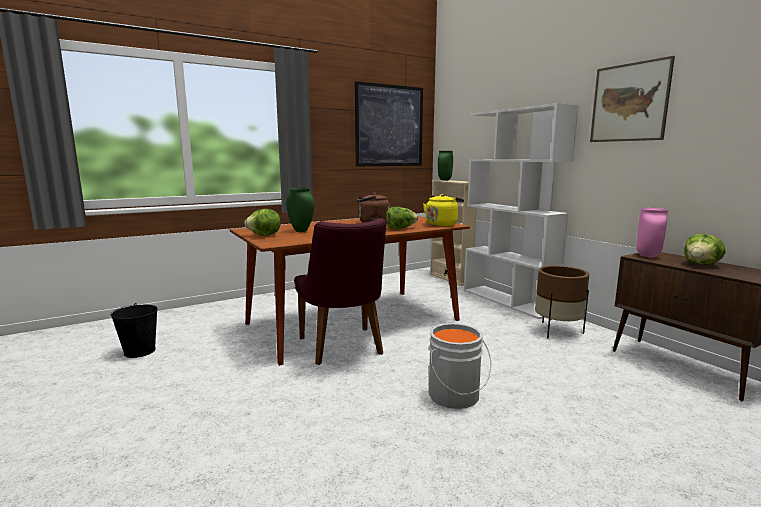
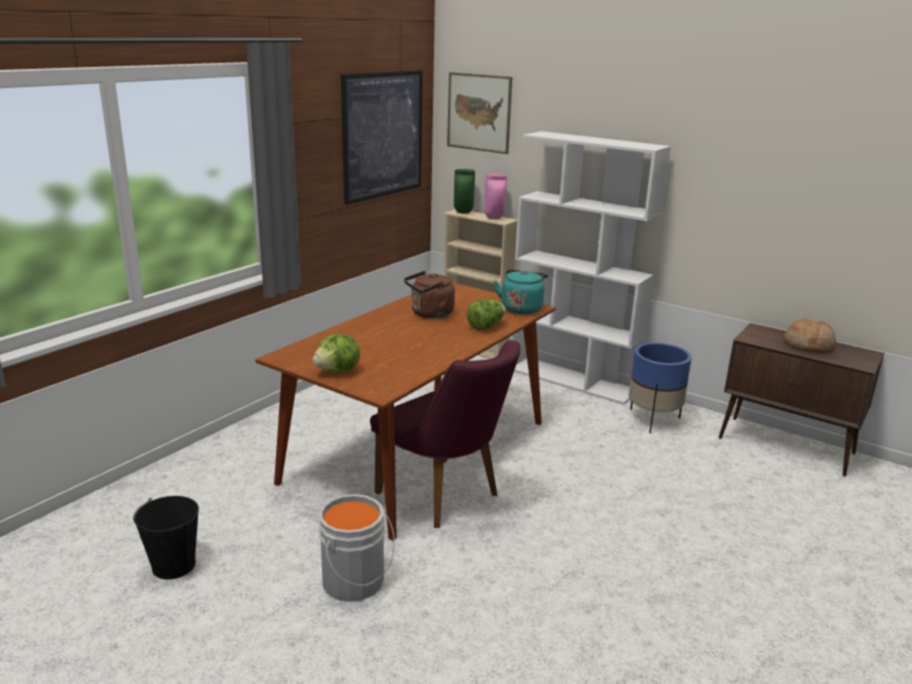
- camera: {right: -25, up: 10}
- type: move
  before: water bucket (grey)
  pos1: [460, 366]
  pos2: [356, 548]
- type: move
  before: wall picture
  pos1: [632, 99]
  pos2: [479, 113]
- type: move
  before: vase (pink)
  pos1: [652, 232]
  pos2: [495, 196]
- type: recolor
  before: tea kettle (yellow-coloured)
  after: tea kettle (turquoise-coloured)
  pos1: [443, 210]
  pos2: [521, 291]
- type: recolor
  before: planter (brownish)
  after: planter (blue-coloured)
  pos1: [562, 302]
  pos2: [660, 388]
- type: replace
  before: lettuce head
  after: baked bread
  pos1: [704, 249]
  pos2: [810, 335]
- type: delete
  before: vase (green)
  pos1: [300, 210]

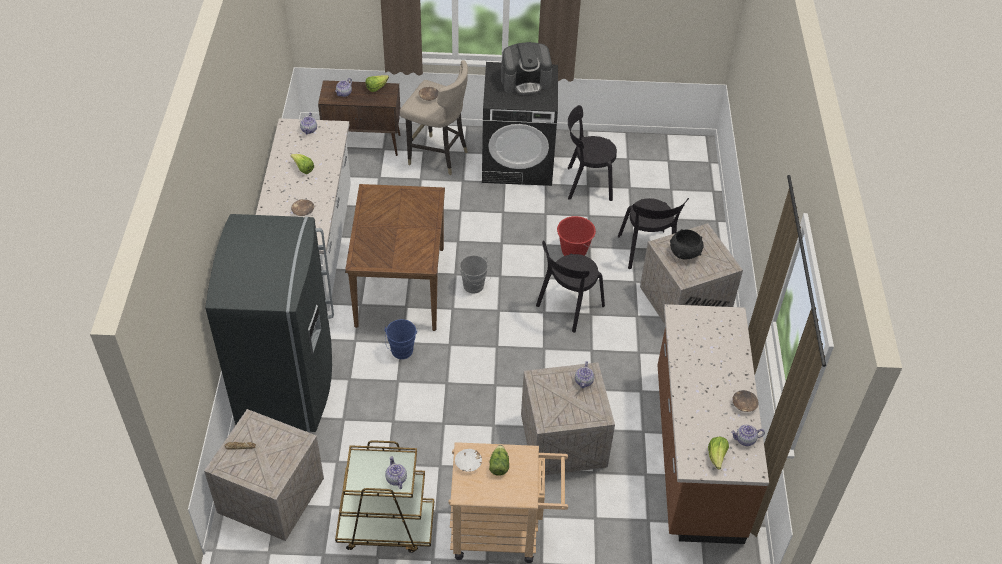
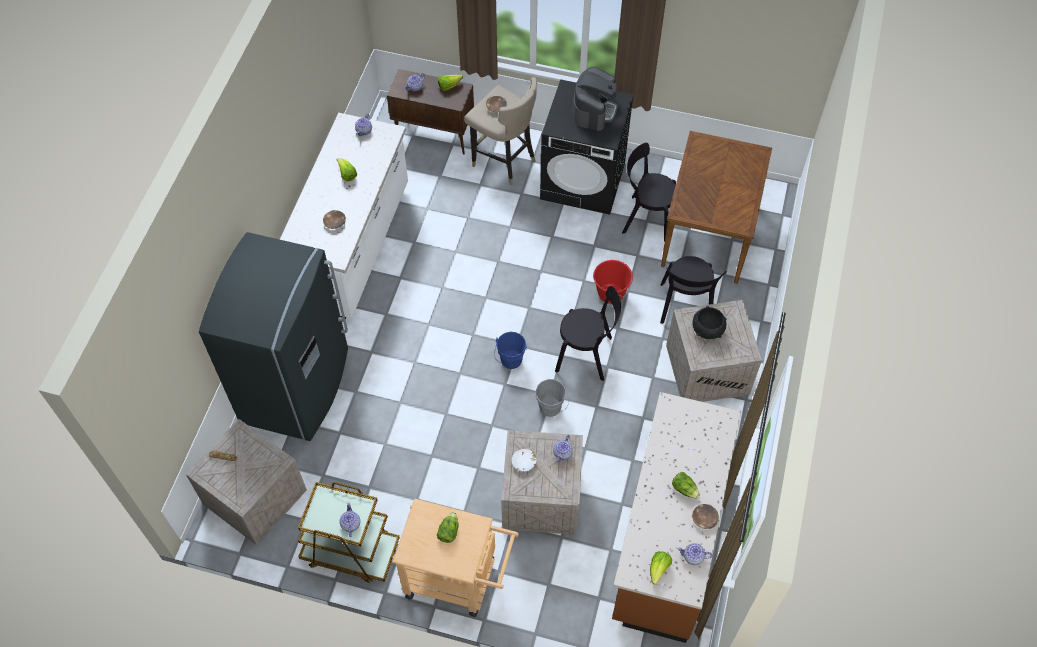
- camera: {right: 15, up: 10}
- type: move
  before: water bucket (blue-coloured)
  pos1: [401, 339]
  pos2: [510, 350]
- type: move
  before: serving bowl (white-coloured)
  pos1: [468, 460]
  pos2: [524, 460]
- type: move
  before: water bucket (grey)
  pos1: [475, 274]
  pos2: [552, 398]
- type: rotate
  before: plain chair (black)
  pos1: [570, 286]
  pos2: [588, 333]
  turn: -135
- type: rotate
  before: coffee machine
  pos1: [526, 68]
  pos2: [595, 99]
  turn: -75
- type: move
  before: dining table (brownish)
  pos1: [395, 257]
  pos2: [716, 207]
- type: insert
  after: lettuce head
  pos2: [686, 485]

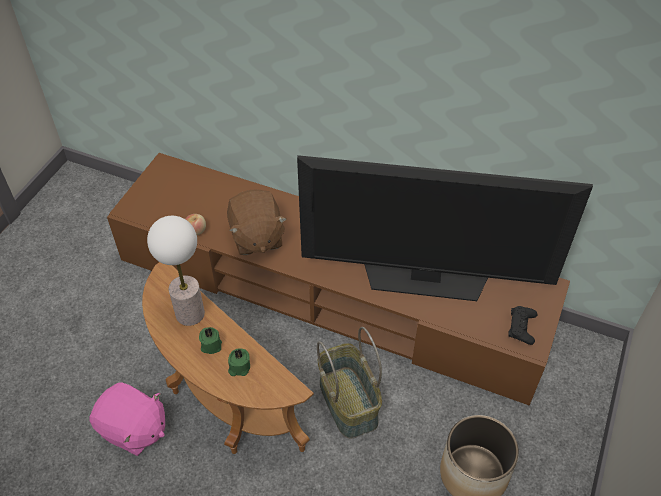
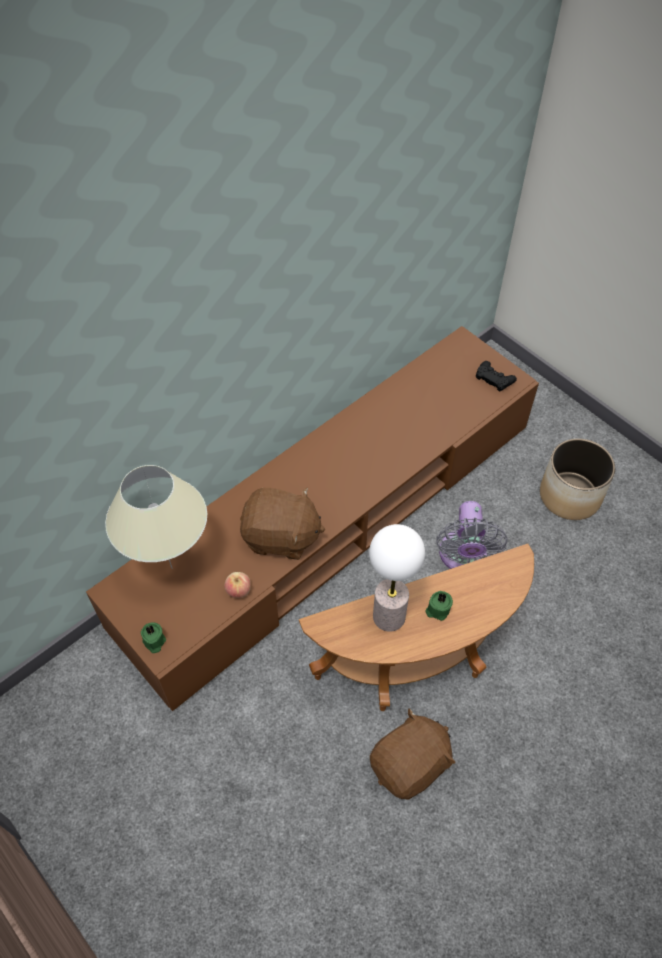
- camera: {right: -65, up: 5}
- type: insert
  after: tabletop lamp (sand-coloured)
  pos2: [156, 517]
- type: move
  before: wax candle (green)
  pos1: [239, 362]
  pos2: [153, 638]
- type: recolor
  before: cuddly toy (pink)
  after: cuddly toy (brownish)
  pos1: [127, 419]
  pos2: [413, 754]
- type: replace
  before: basket
  after: cooling fan (grey)
  pos1: [349, 383]
  pos2: [472, 535]
- type: delete
  before: television
  pos1: [445, 228]

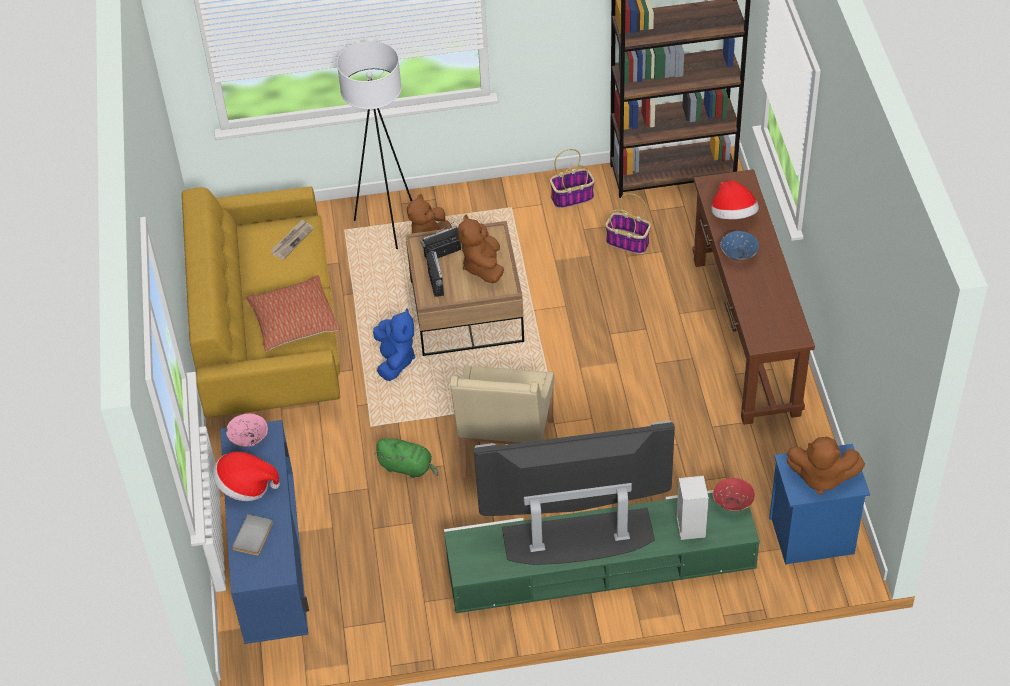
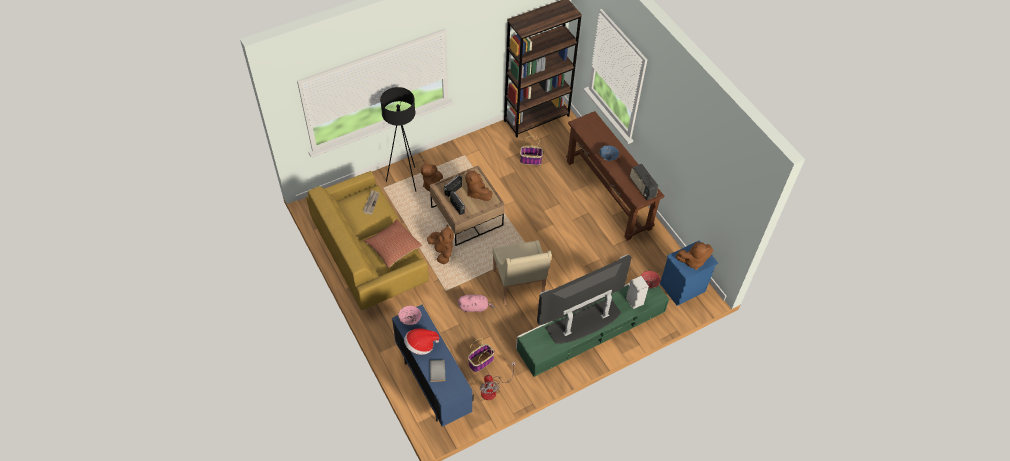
- camera: {right: -25, up: 5}
- type: recolor
  before: standing lamp (white-coloured)
  after: standing lamp (black)
  pos1: [374, 145]
  pos2: [398, 139]
- type: recolor
  before: cuddly toy (blue-coloured)
  after: cuddly toy (brownish)
  pos1: [394, 345]
  pos2: [440, 244]
- type: recolor
  before: cuddly toy (green)
  after: cuddly toy (pink)
  pos1: [406, 458]
  pos2: [476, 304]
- type: move
  before: basket
  pos1: [572, 179]
  pos2: [481, 355]
- type: insert
  after: cooling fan
  pos2: [498, 381]
- type: insert
  after: radio receiver
  pos2: [644, 182]
- type: delete
  before: clothing hat
  pos1: [735, 199]

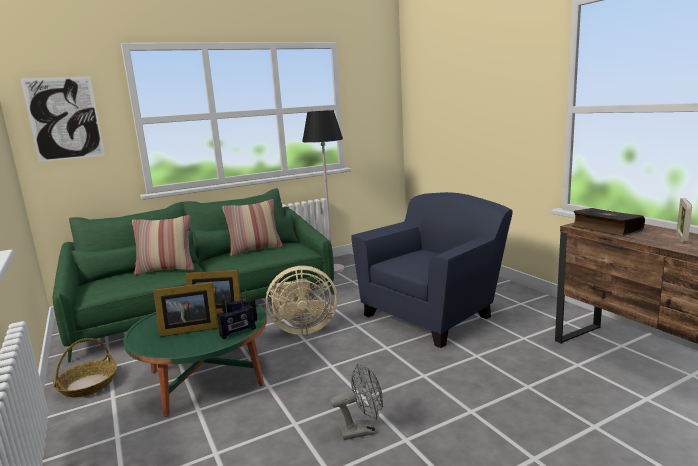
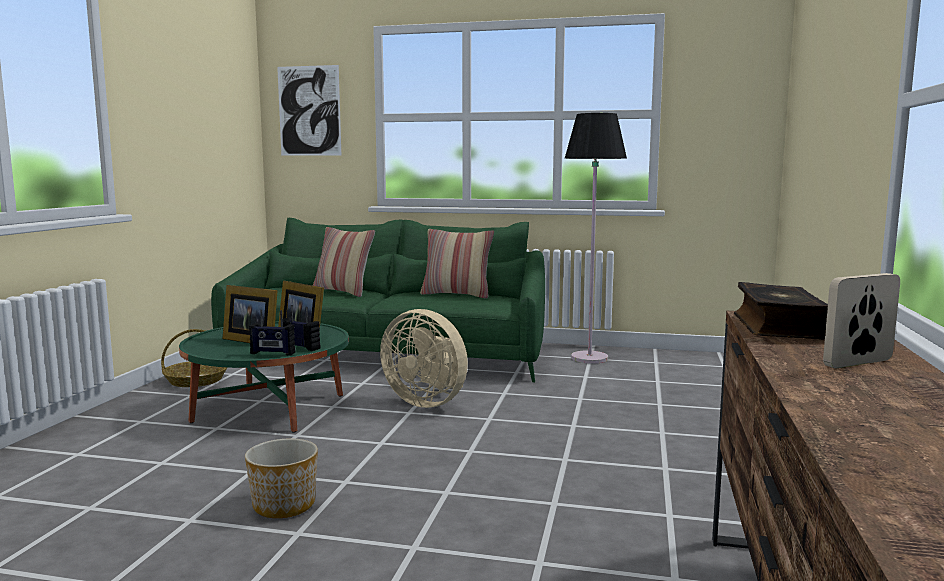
- camera: {right: 40, up: -5}
- type: replace
  before: cooling fan (grey)
  after: planter
  pos1: [357, 401]
  pos2: [281, 478]
- type: delete
  before: easy chair (blue-coloured)
  pos1: [431, 270]

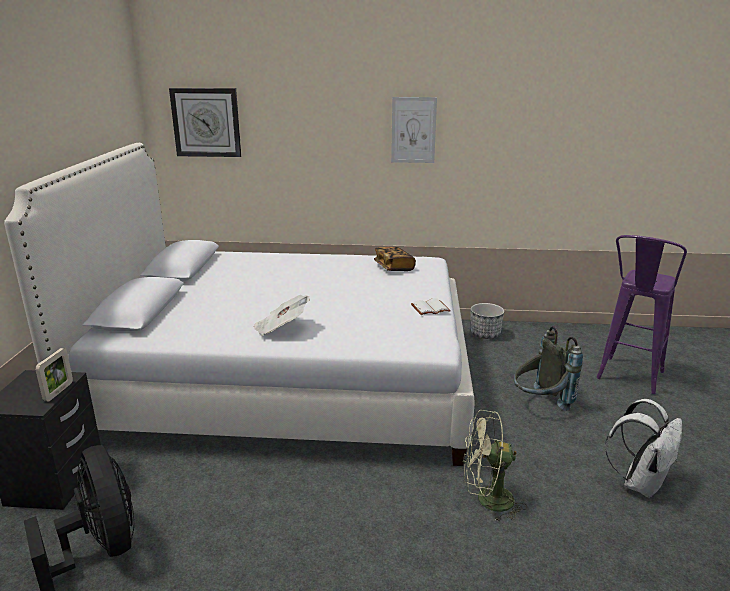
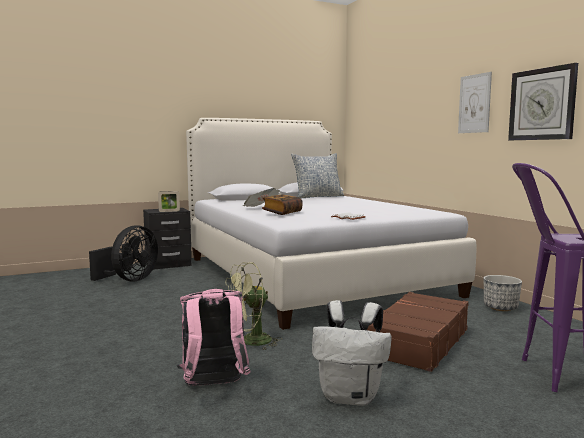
- camera: {right: 60, up: -15}
- type: insert
  after: knapsack (pink)
  pos2: [214, 337]
- type: rotate
  before: cooling fan (green)
  pos1: [495, 466]
  pos2: [254, 306]
  turn: -90
- type: move
  before: bound book
  pos1: [395, 259]
  pos2: [282, 205]
- type: insert
  after: pillow
  pos2: [317, 176]
- type: replace
  before: knapsack (grey)
  after: piece of luggage (brownish)
  pos1: [548, 368]
  pos2: [418, 332]
- type: move
  before: hanging clock
  pos1: [205, 122]
  pos2: [543, 101]

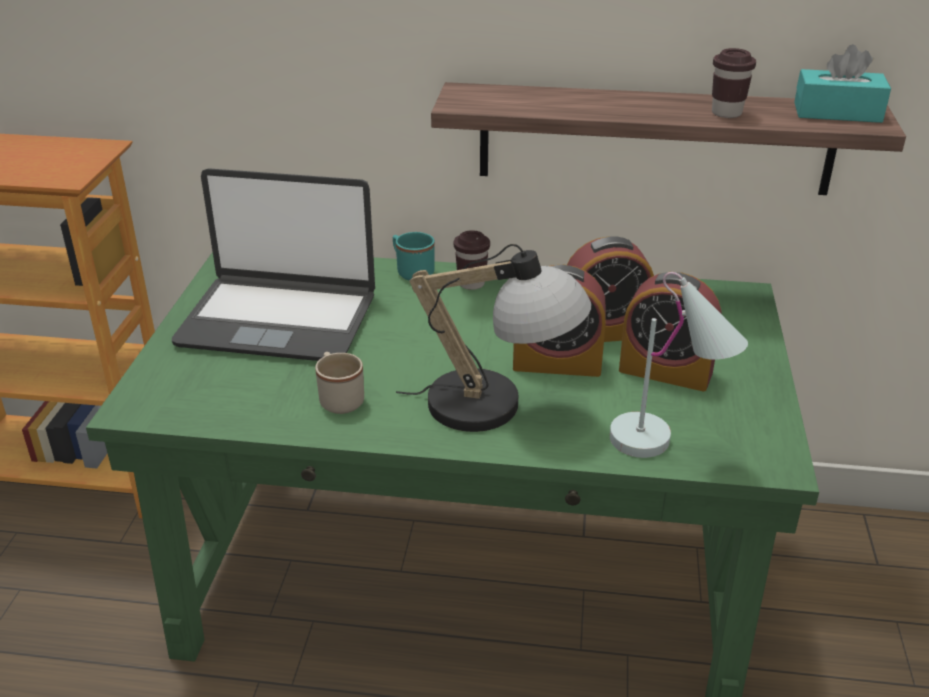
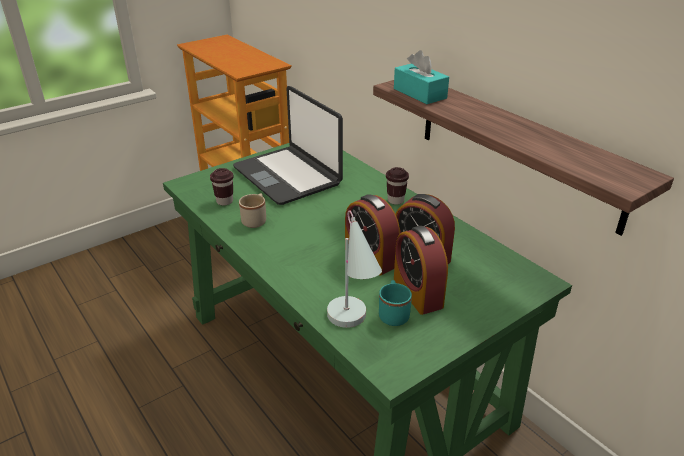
- camera: {right: 45, up: 0}
- type: move
  before: small cup (brownish)
  pos1: [734, 83]
  pos2: [222, 187]
- type: move
  before: tea mug (turquoise-coloured)
  pos1: [414, 256]
  pos2: [395, 303]
- type: move
  before: box of tissues (turquoise-coloured)
  pos1: [842, 83]
  pos2: [421, 77]
- type: delete
  before: tabletop lamp
  pos1: [493, 338]

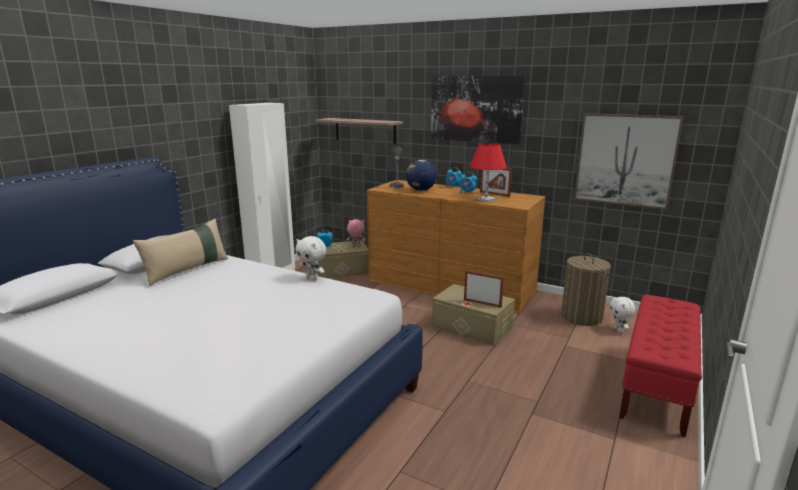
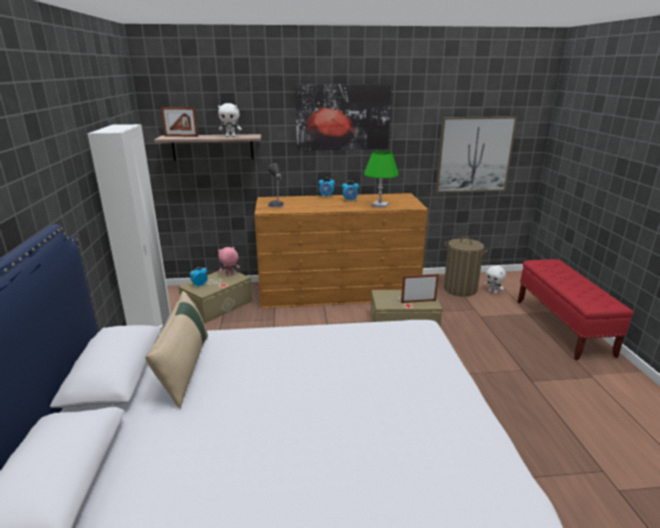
- camera: {right: -35, up: 5}
- type: move
  before: photo frame
  pos1: [496, 182]
  pos2: [179, 122]
- type: move
  before: cuddly toy (white-coloured)
  pos1: [310, 258]
  pos2: [230, 120]
- type: recolor
  before: tabletop lamp (reddish)
  after: tabletop lamp (green)
  pos1: [488, 172]
  pos2: [381, 179]
- type: delete
  before: world globe
  pos1: [421, 175]

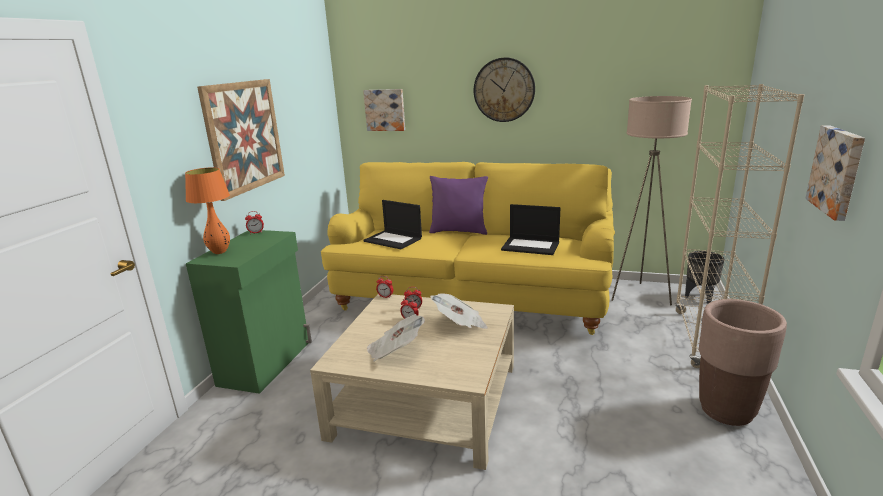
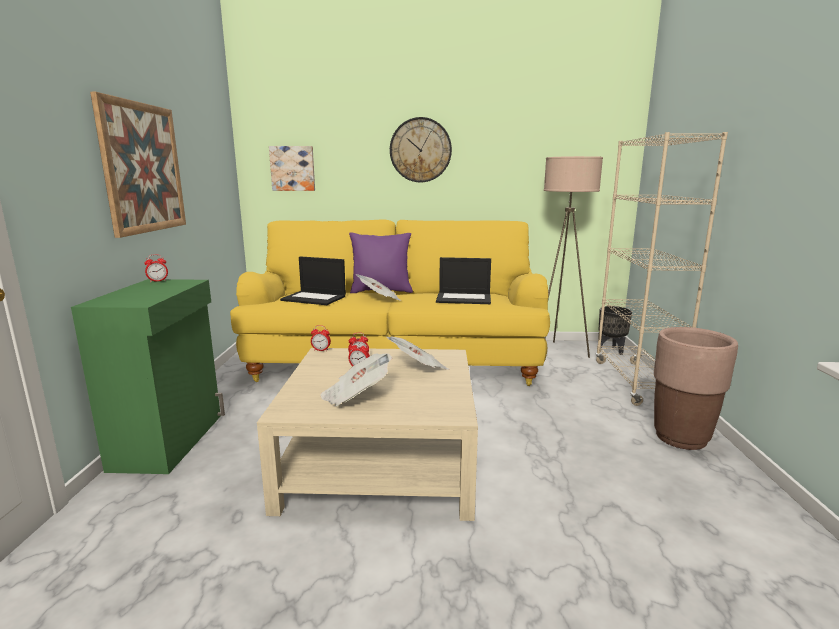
- camera: {right: -15, up: -5}
- type: insert
  after: printed paper
  pos2: [378, 287]
- type: delete
  before: tabletop lamp (orange-coloured)
  pos1: [207, 210]
- type: delete
  before: wall picture
  pos1: [835, 173]

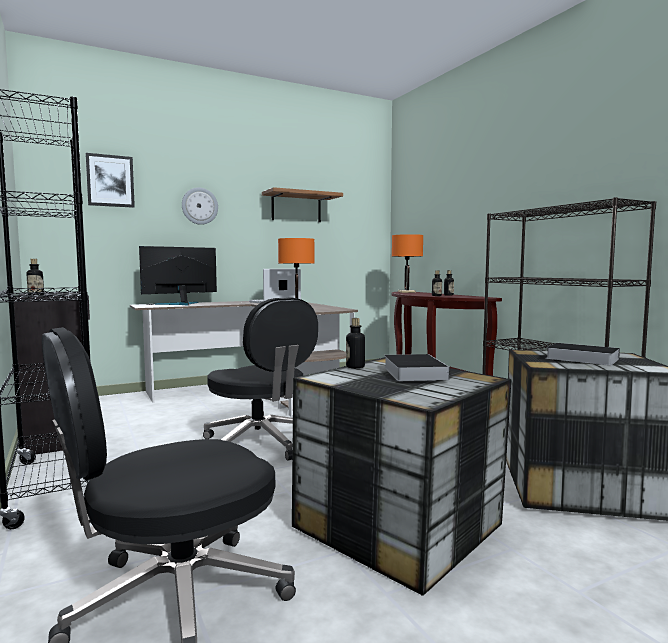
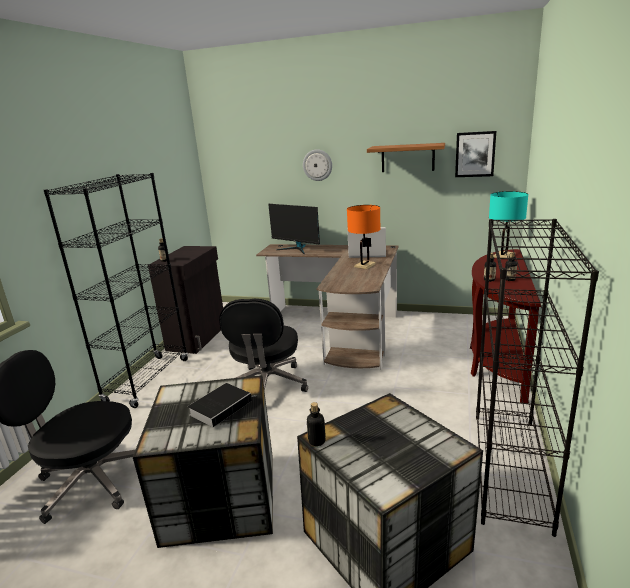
- camera: {right: 45, up: 15}
- type: rotate
  before: monitor
  pos1: [178, 276]
  pos2: [294, 229]
  turn: -150
- type: move
  before: bottle
  pos1: [355, 343]
  pos2: [316, 424]
- type: move
  before: wall picture
  pos1: [110, 180]
  pos2: [475, 154]
- type: recolor
  before: tabletop lamp (orange-coloured)
  after: tabletop lamp (turquoise-coloured)
  pos1: [407, 263]
  pos2: [508, 224]
- type: delete
  before: bound book
  pos1: [582, 354]

